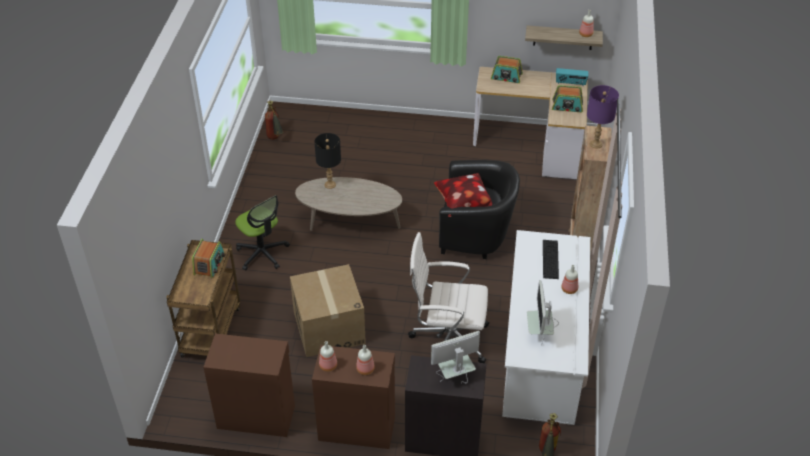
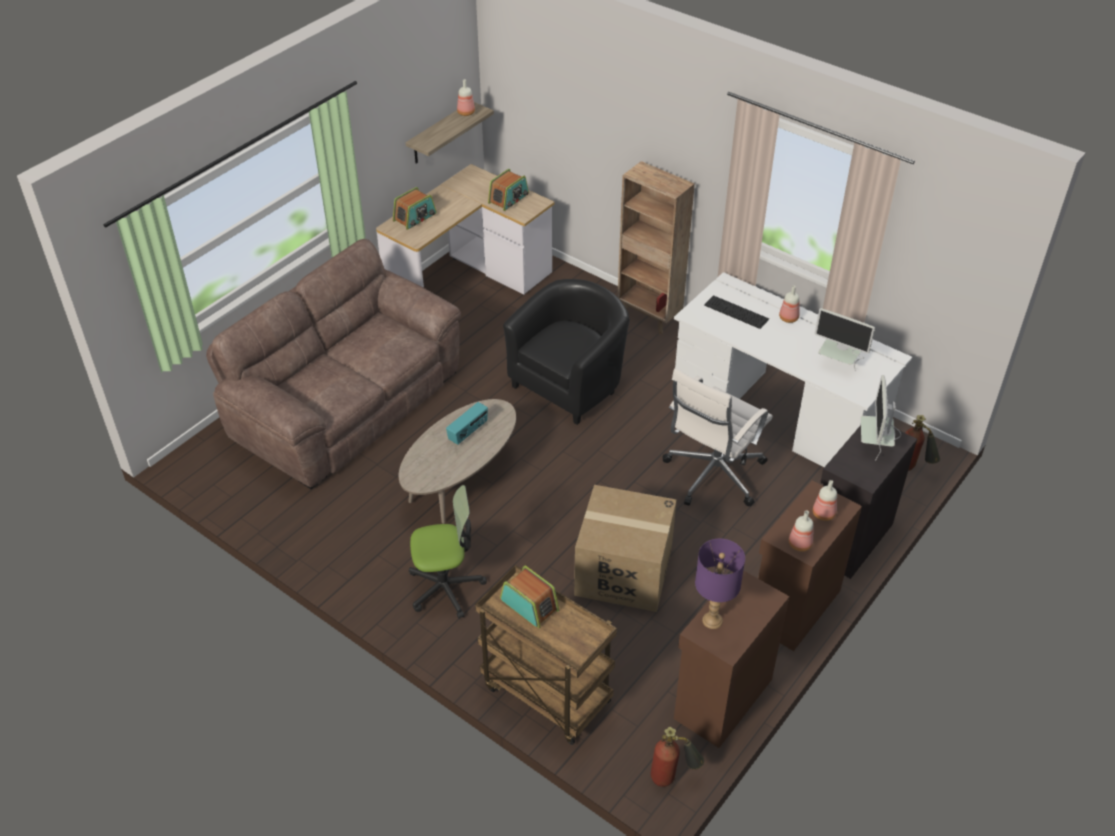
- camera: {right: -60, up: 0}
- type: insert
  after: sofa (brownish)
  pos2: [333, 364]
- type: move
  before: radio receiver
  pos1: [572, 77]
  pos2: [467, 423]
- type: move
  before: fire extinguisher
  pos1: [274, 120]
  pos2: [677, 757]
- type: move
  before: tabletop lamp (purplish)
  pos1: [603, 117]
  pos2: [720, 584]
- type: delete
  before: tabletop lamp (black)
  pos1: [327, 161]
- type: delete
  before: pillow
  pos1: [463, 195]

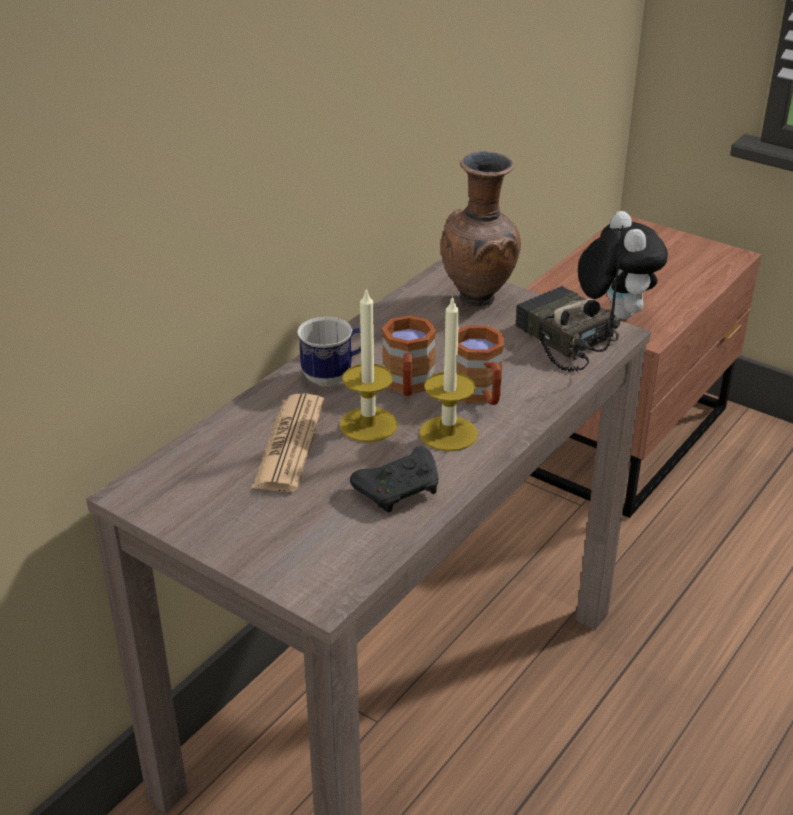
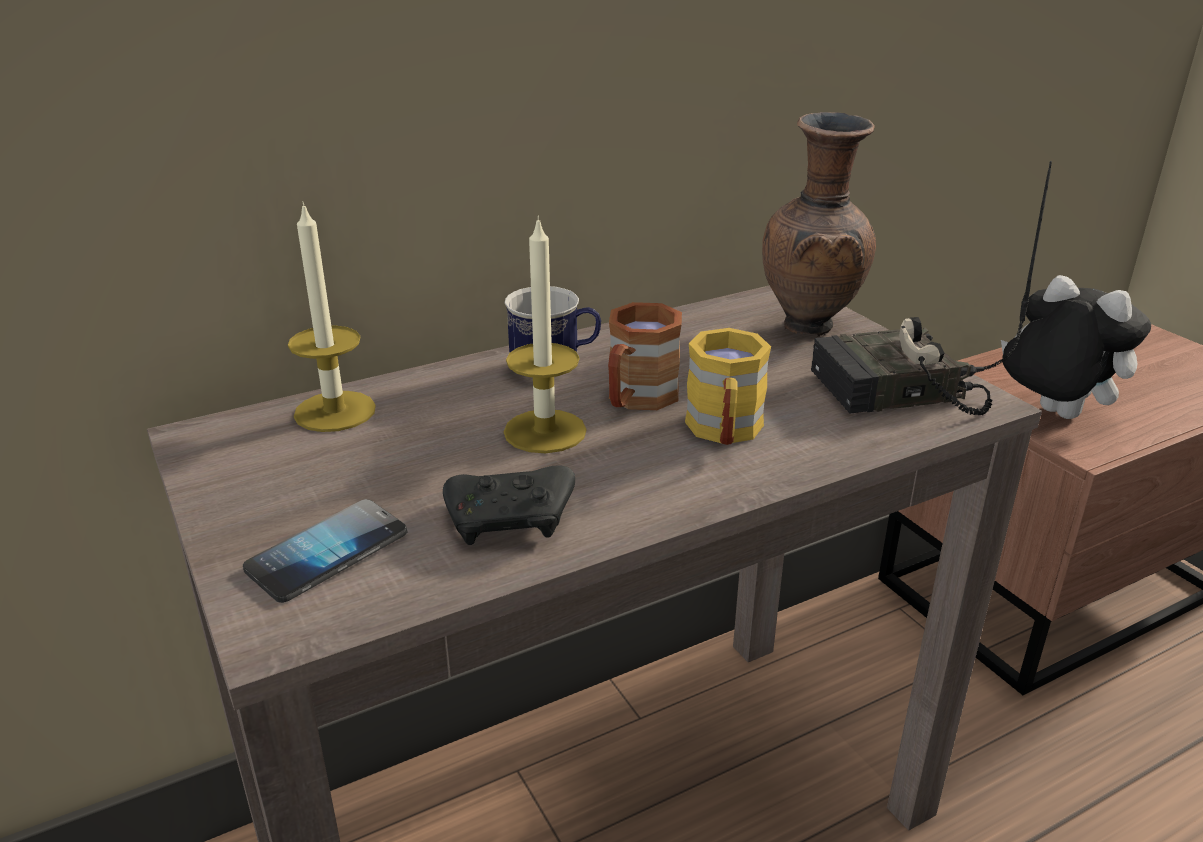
- camera: {right: 25, up: -5}
- type: insert
  after: handset
  pos2: [325, 551]
- type: move
  before: wax candle
  pos1: [448, 373]
  pos2: [332, 316]
- type: recolor
  before: tea mug (brownish)
  after: tea mug (yellow-coloured)
  pos1: [480, 365]
  pos2: [728, 386]
- type: rotate
  before: radio receiver
  pos1: [569, 298]
  pos2: [931, 288]
  turn: -90
- type: rotate
  before: cuddly toy
  pos1: [623, 265]
  pos2: [1076, 347]
  turn: -60
- type: delete
  before: printed paper
  pos1: [288, 443]

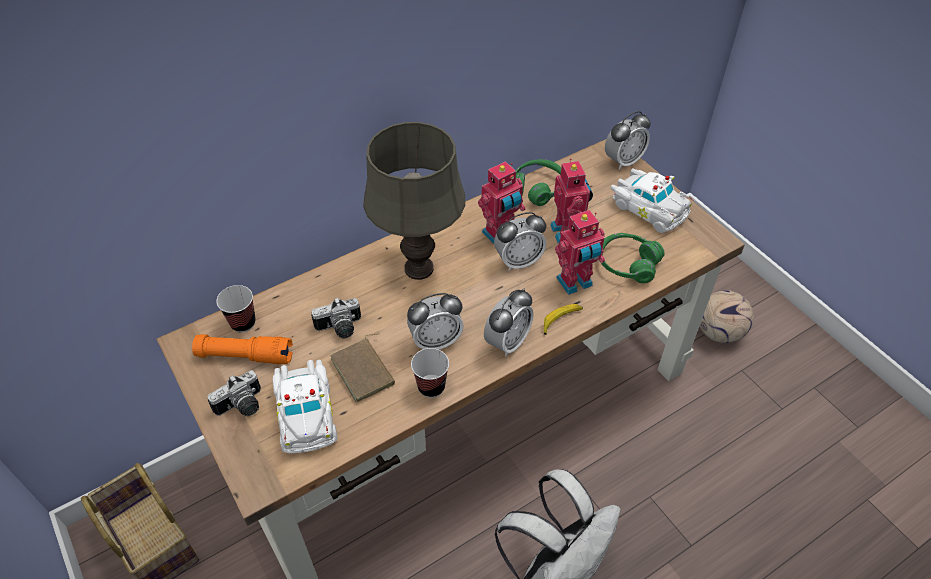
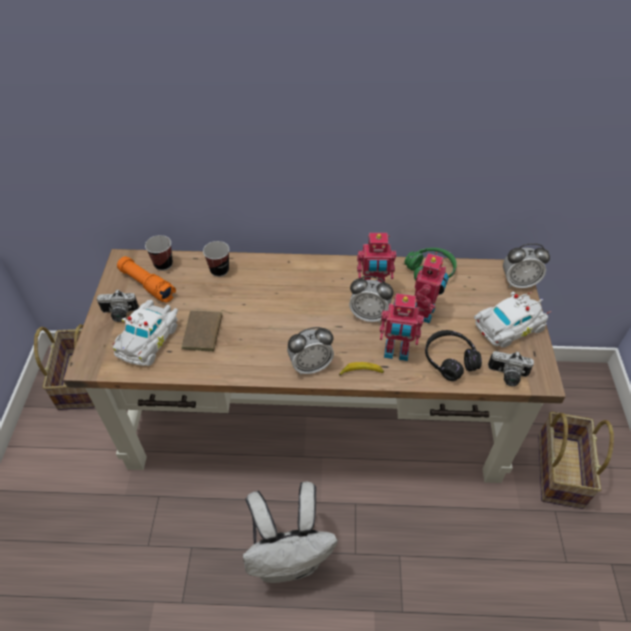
- camera: {right: 35, up: 0}
- type: move
  before: small cup
  pos1: [430, 373]
  pos2: [216, 259]
- type: recolor
  before: headset (green)
  after: headset (black)
  pos1: [633, 258]
  pos2: [453, 355]
- type: rotate
  before: model car (white-coloured)
  pos1: [652, 200]
  pos2: [512, 319]
  turn: -105
- type: move
  before: photo camera
  pos1: [336, 318]
  pos2: [511, 368]
- type: replace
  before: football ball
  after: basket
  pos1: [727, 316]
  pos2: [576, 460]
- type: delete
  before: tabletop lamp (grey)
  pos1: [414, 201]
- type: delete
  before: alarm clock
  pos1: [435, 321]

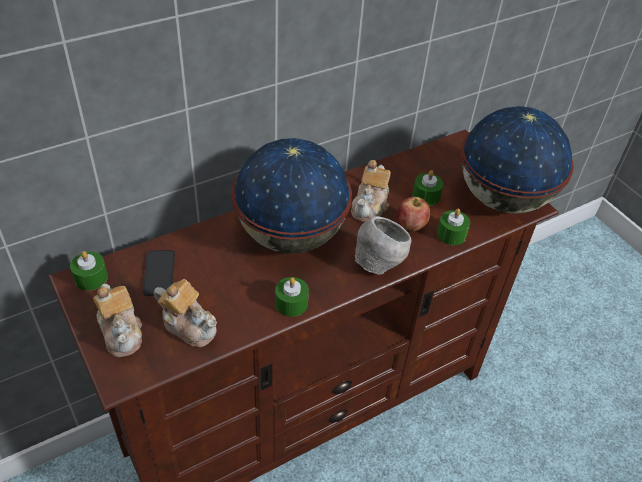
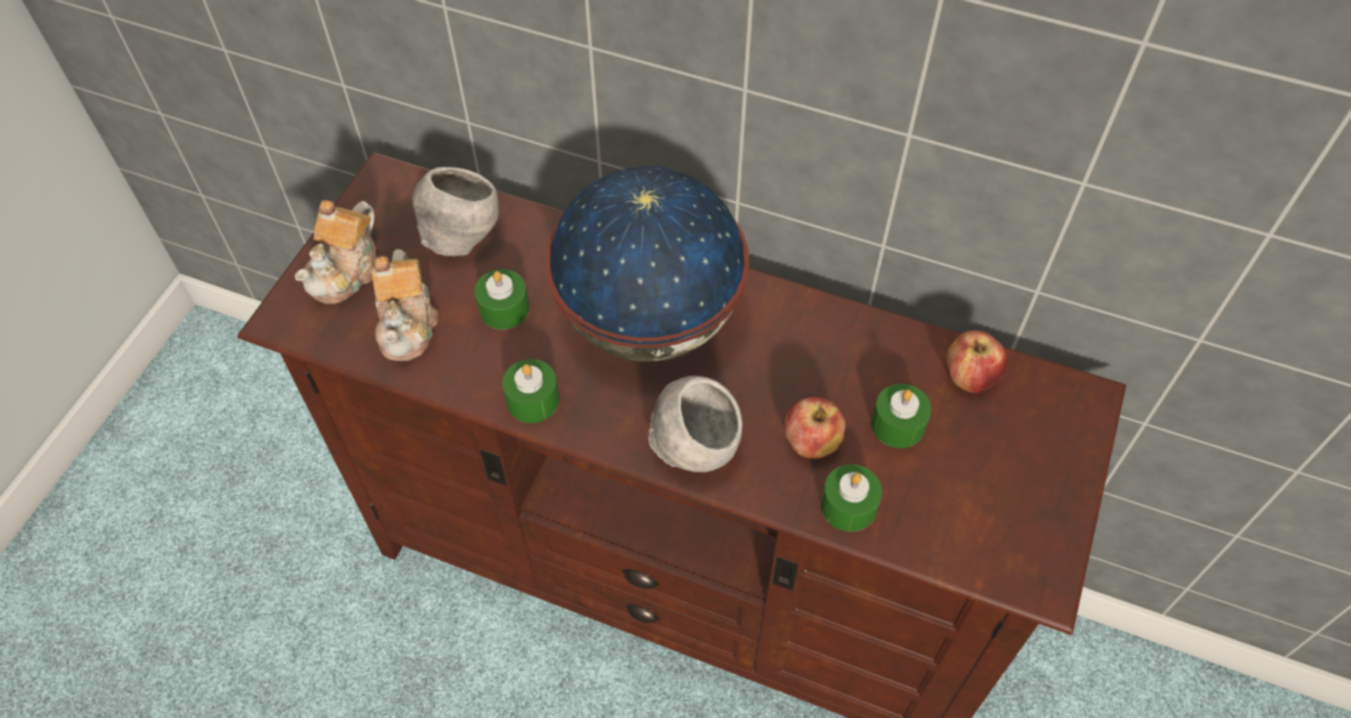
- camera: {right: 55, up: 10}
- type: replace
  before: handset
  after: serving bowl (grey)
  pos1: [159, 273]
  pos2: [455, 211]
- type: move
  before: wax candle (green)
  pos1: [89, 271]
  pos2: [502, 299]
- type: insert
  after: apple
  pos2: [977, 361]
- type: delete
  before: teapot
  pos1: [371, 191]
- type: delete
  before: world globe
  pos1: [517, 160]

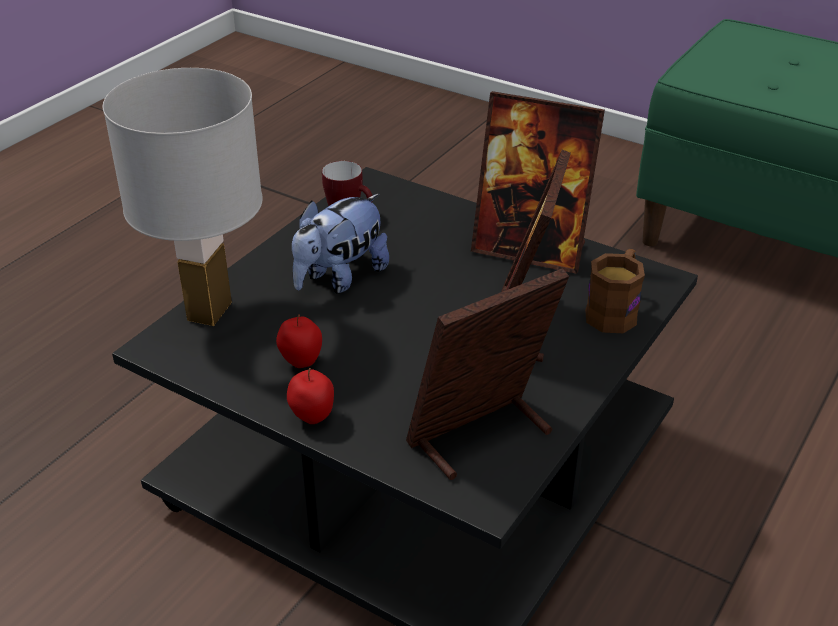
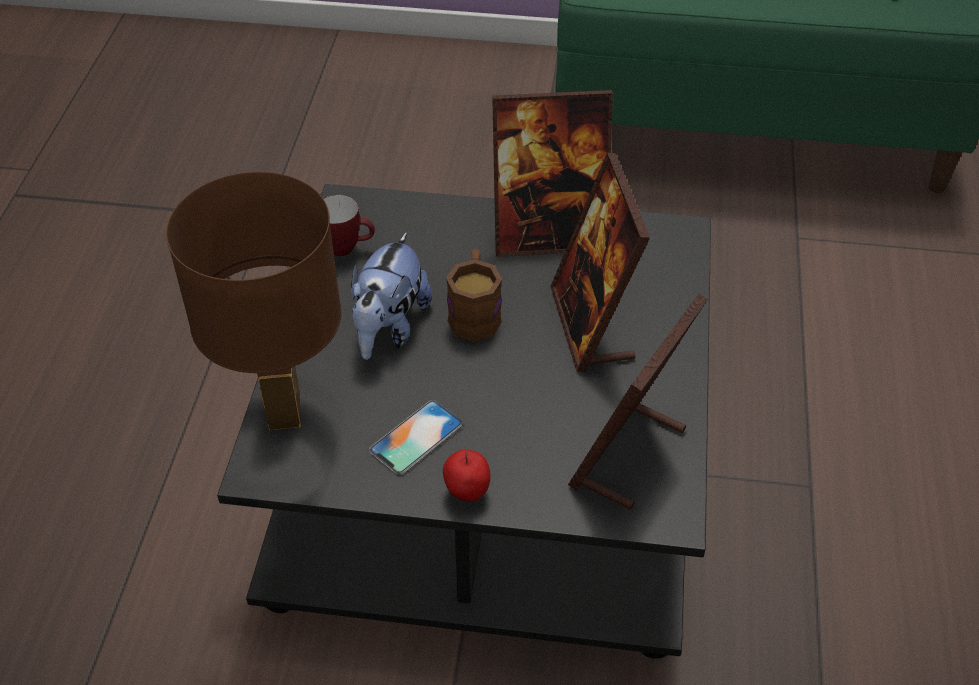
- camera: {right: -25, up: 10}
- type: recolor
  before: tabletop lamp (white-coloured)
  after: tabletop lamp (brownish)
  pos1: [183, 197]
  pos2: [254, 301]
- type: replace
  before: apple
  after: handset
  pos1: [299, 341]
  pos2: [416, 437]
- type: move
  before: tea mug (brownish)
  pos1: [615, 291]
  pos2: [474, 295]

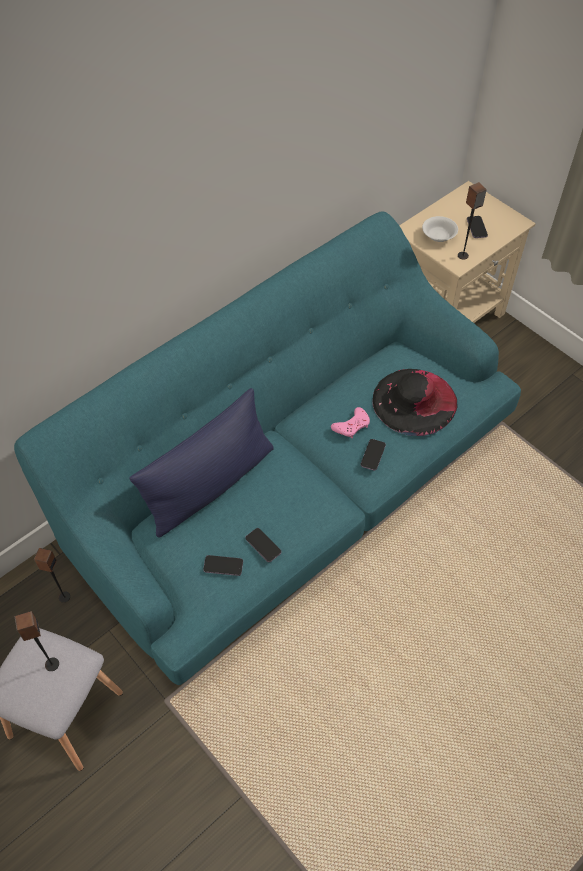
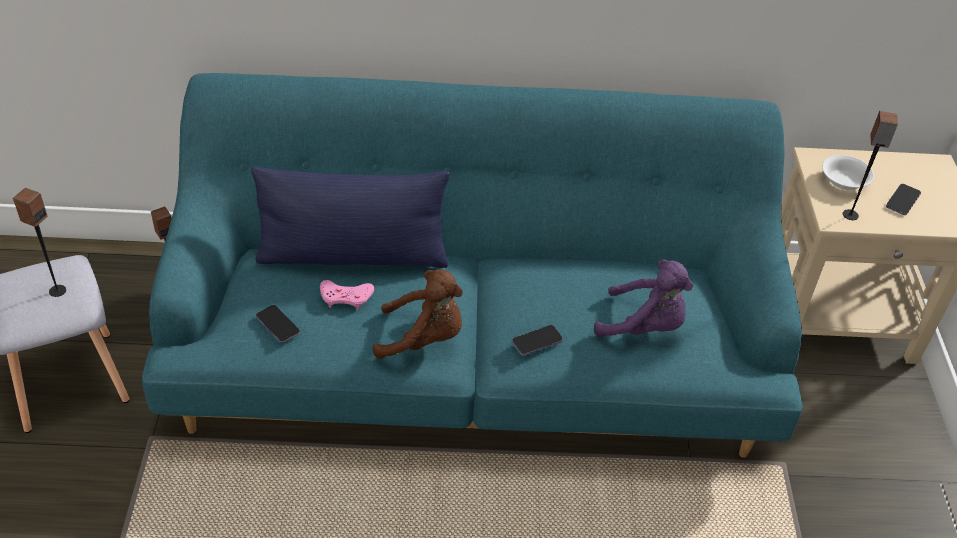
- camera: {right: 40, up: -10}
- type: move
  before: gamepad (pink)
  pos1: [350, 422]
  pos2: [347, 295]
- type: insert
  after: cuddly toy (brownish)
  pos2: [418, 314]
- type: replace
  before: clothing hat (black)
  after: cuddly toy (purplish)
  pos1: [415, 402]
  pos2: [643, 298]
- type: delete
  before: handset
  pos1: [263, 545]

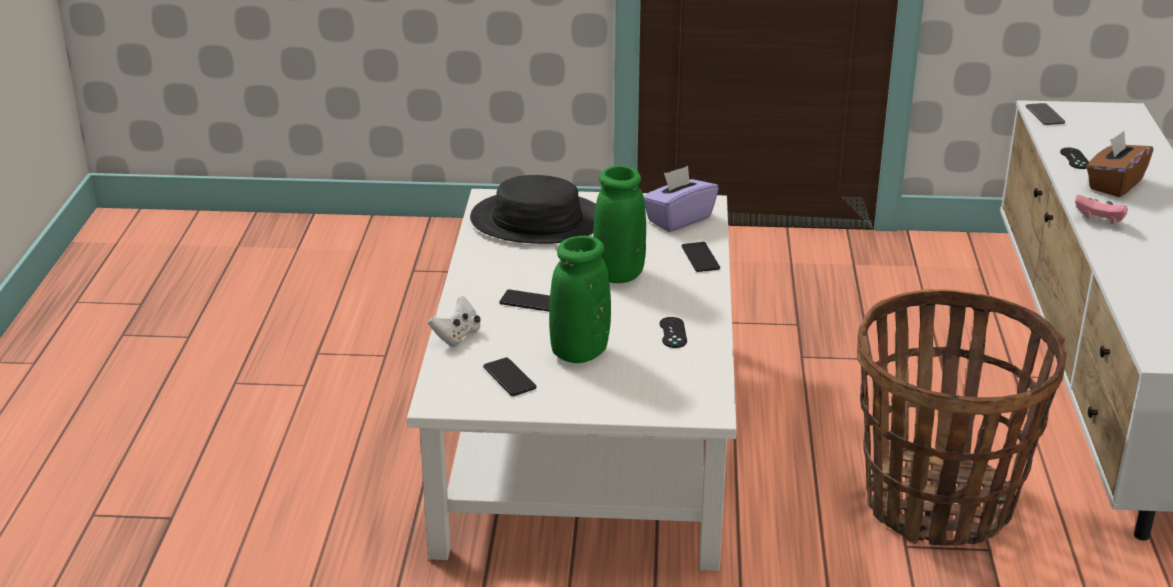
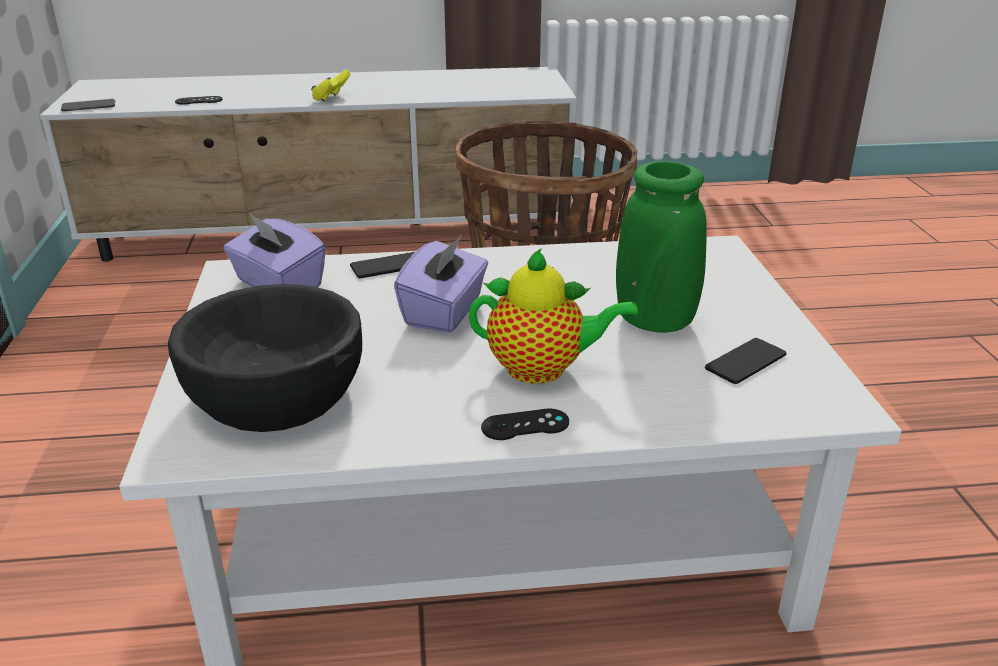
- camera: {right: -100, up: 0}
- type: replace
  before: clothing hat (black)
  after: serving bowl (black)
  pos1: [533, 209]
  pos2: [265, 358]
- type: recolor
  before: gamepad (pink)
  after: gamepad (yellow-coloured)
  pos1: [1101, 209]
  pos2: [331, 85]
- type: replace
  before: vase (green)
  after: box of tissues (purplish)
  pos1: [619, 224]
  pos2: [441, 284]
- type: replace
  before: handset
  after: teapot
  pos1: [524, 301]
  pos2: [553, 316]
- type: move
  before: gamepad (black)
  pos1: [673, 332]
  pos2: [525, 424]
- type: delete
  before: gamepad (white-coloured)
  pos1: [454, 321]
- type: delete
  before: box of tissues (brownish)
  pos1: [1120, 164]

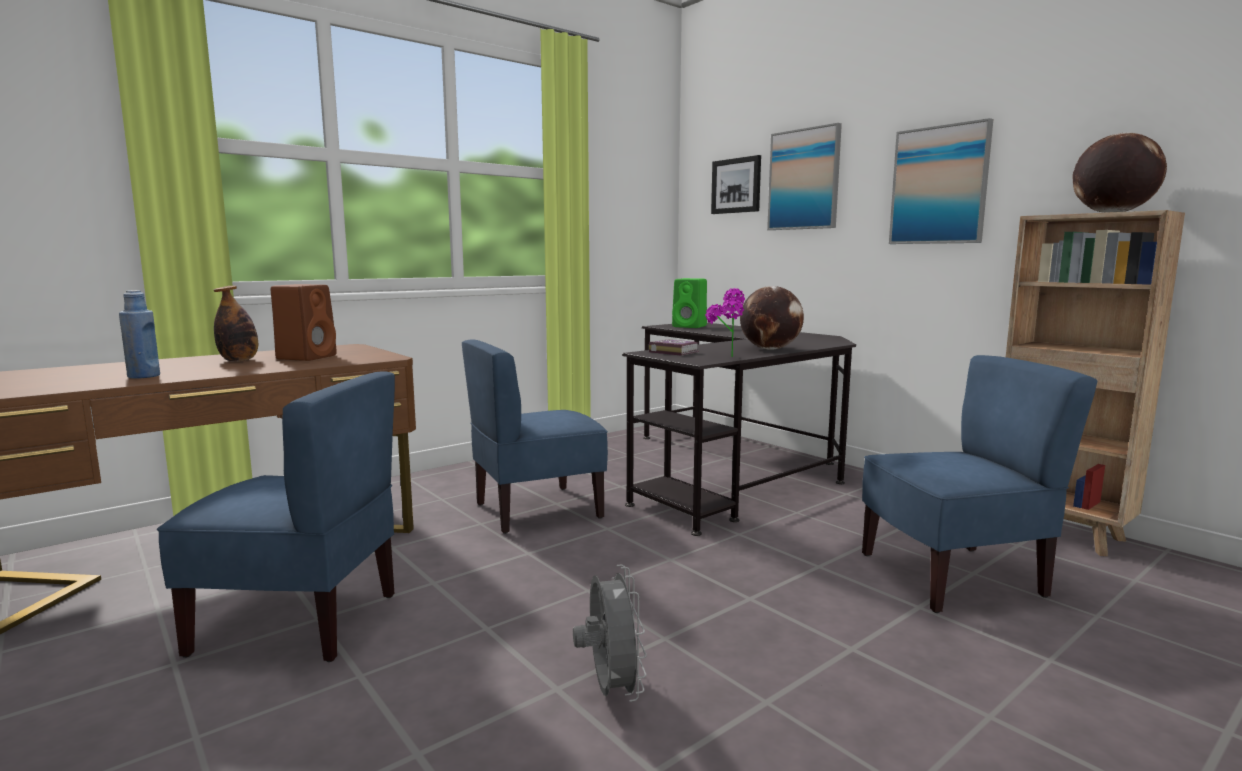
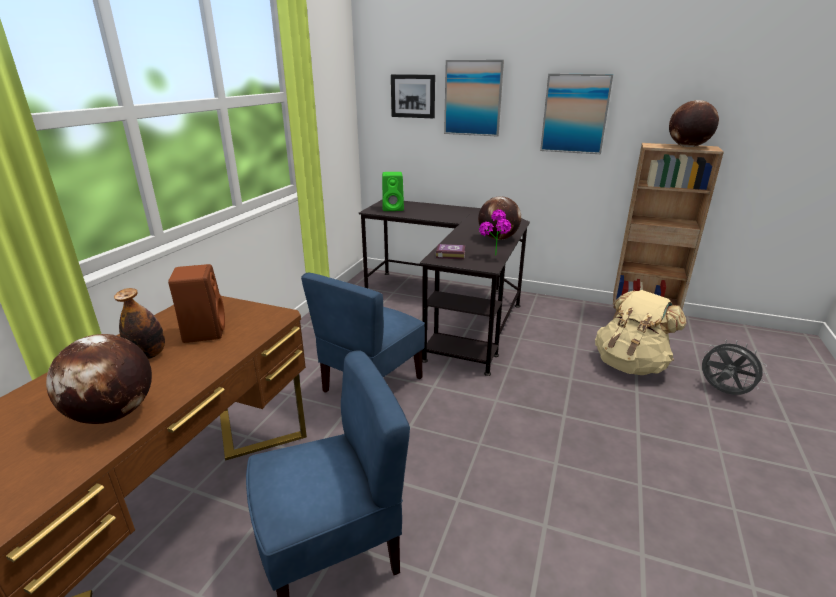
- camera: {right: -30, up: 15}
- type: replace
  before: bottle (blue-coloured)
  after: world globe
  pos1: [139, 334]
  pos2: [99, 379]
- type: replace
  before: plain chair (blue-coloured)
  after: knapsack (sand-coloured)
  pos1: [979, 484]
  pos2: [641, 332]
- type: move
  before: cooling fan (grey)
  pos1: [610, 633]
  pos2: [735, 367]

